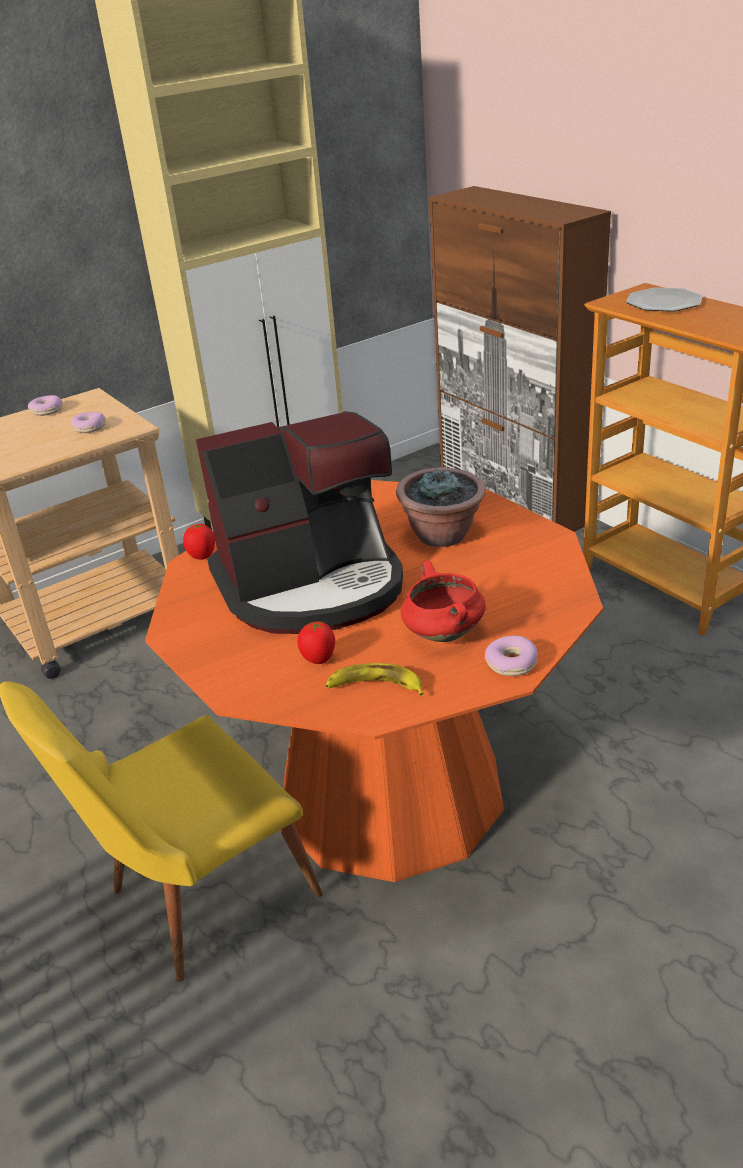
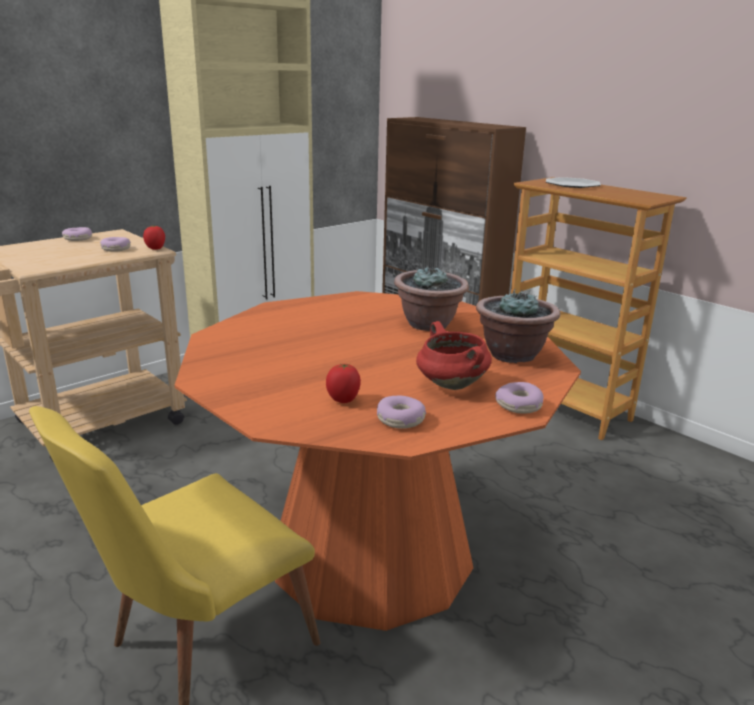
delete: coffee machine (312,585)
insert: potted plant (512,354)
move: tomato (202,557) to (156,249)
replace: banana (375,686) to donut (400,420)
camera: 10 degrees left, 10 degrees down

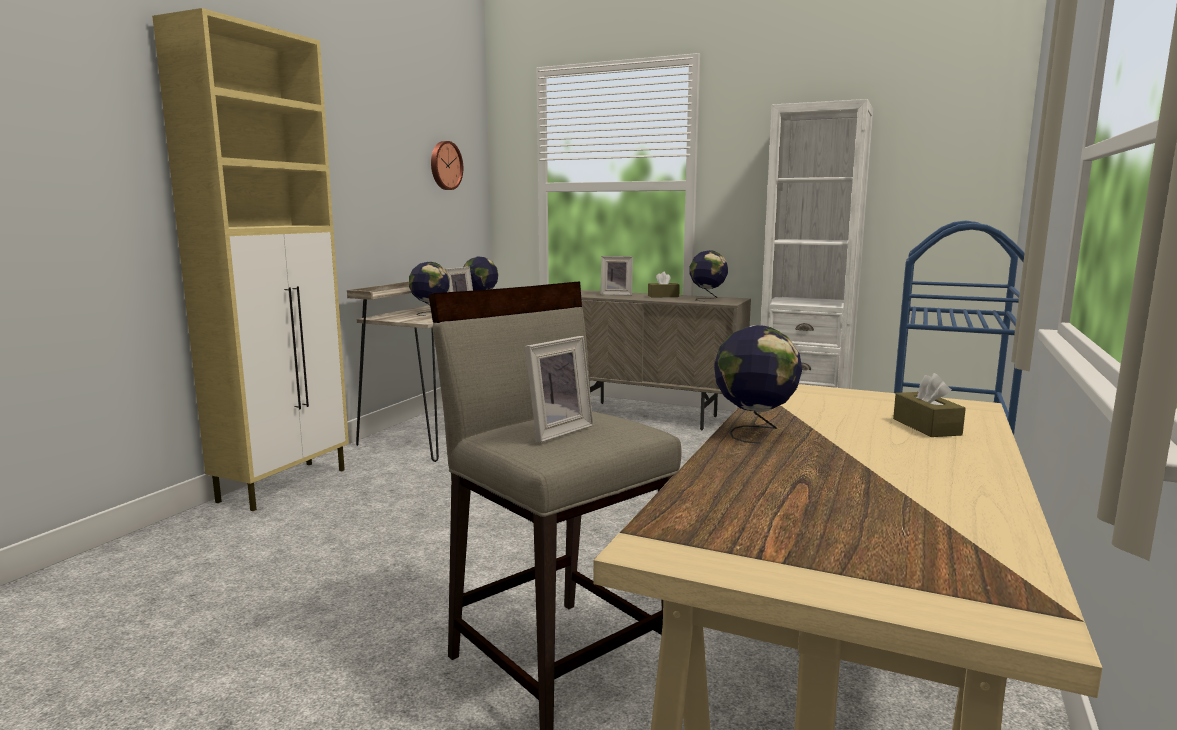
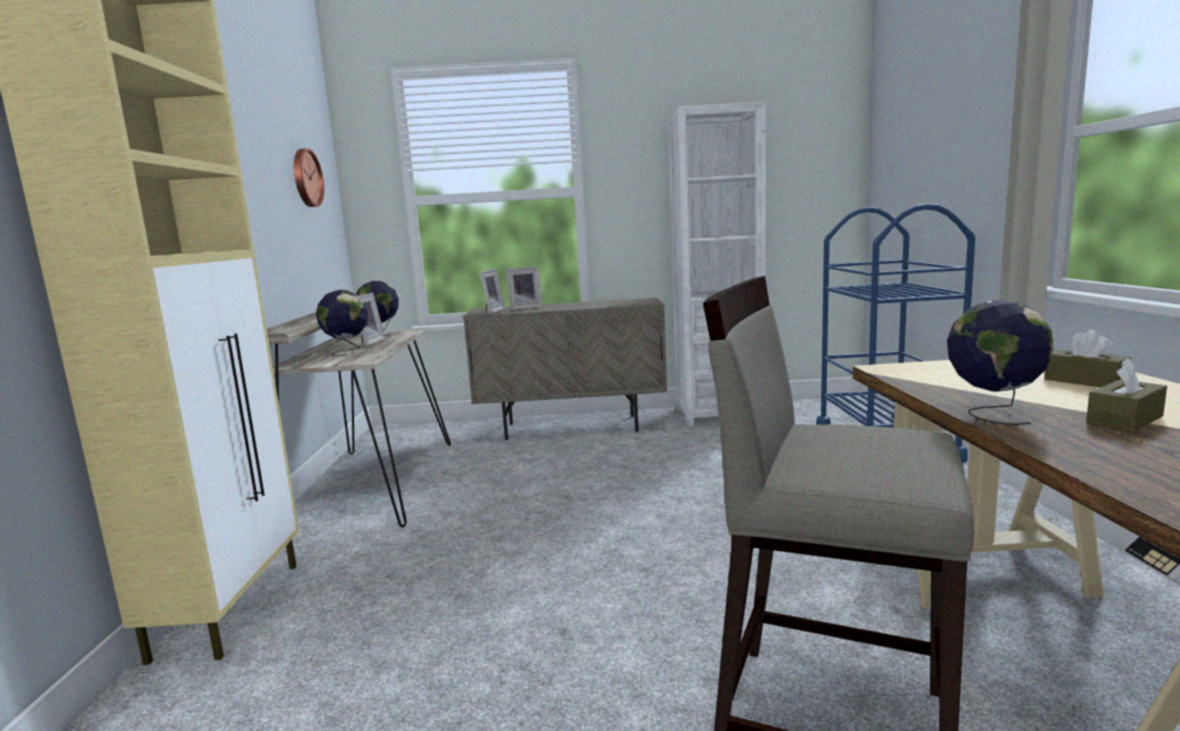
delete: globe (707,299)
move: picture frame (555,431) to (491,311); brown tissue box (663,296) to (1124,420)
camera: 25 degrees left, 0 degrees up

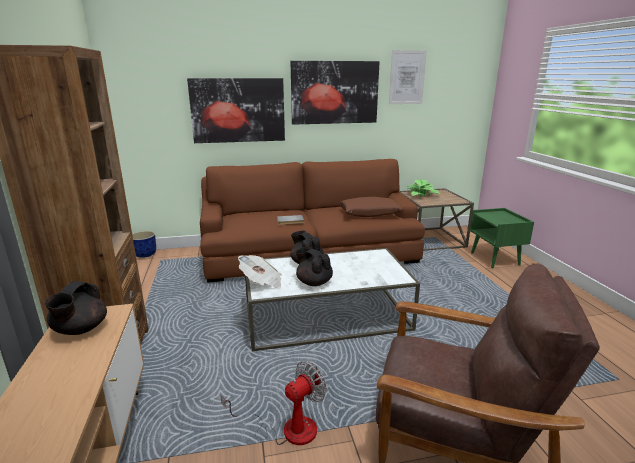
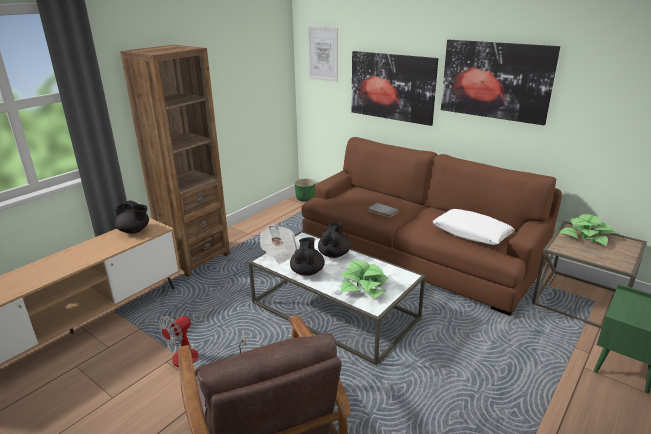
insert: potted plant (363,286)
move: picture (407,77) to (323,54)
recolor: blue planter (145,254) to green planter (305,199); brown pillow (370,213) to white pillow (471,234)
rotate: black teapot (80,329) = (134,231) 120 degrees counterclockwise; fan (287,429) = (195,358) 120 degrees clockwise
camera: 50 degrees right, 5 degrees up

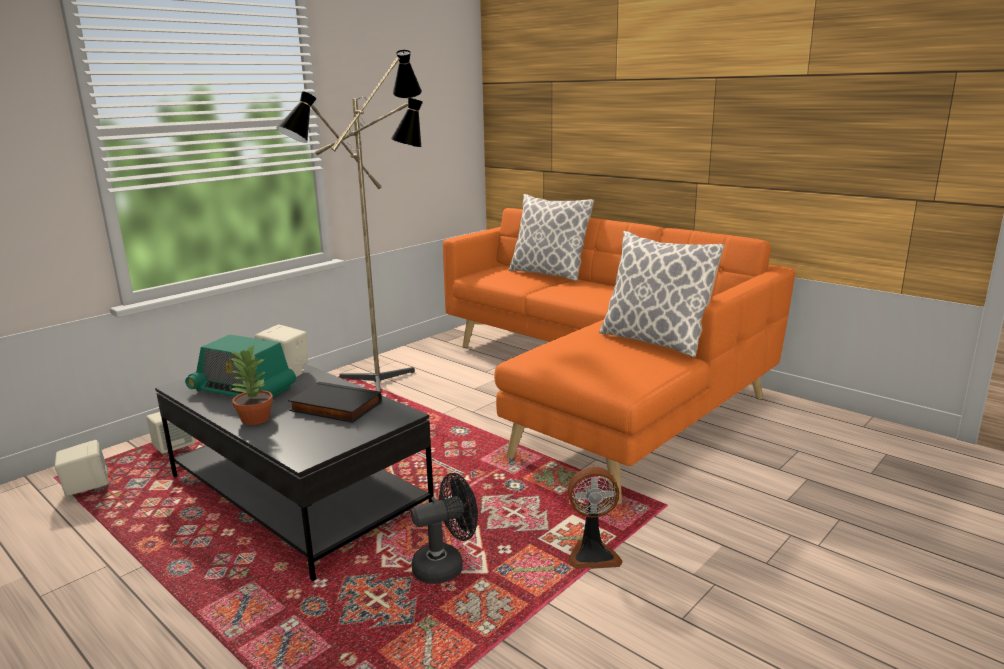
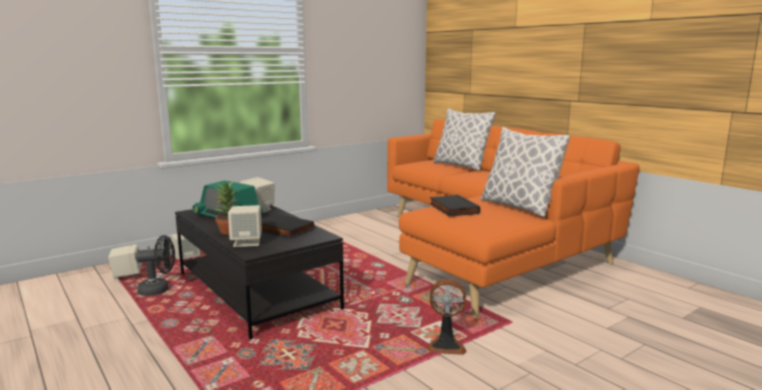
delete: floor lamp (384,385)
insert: beige speaker (247,242); black book (452,209)
move: black fan (446,566) to (159,290)
camera: 10 degrees right, 5 degrees down

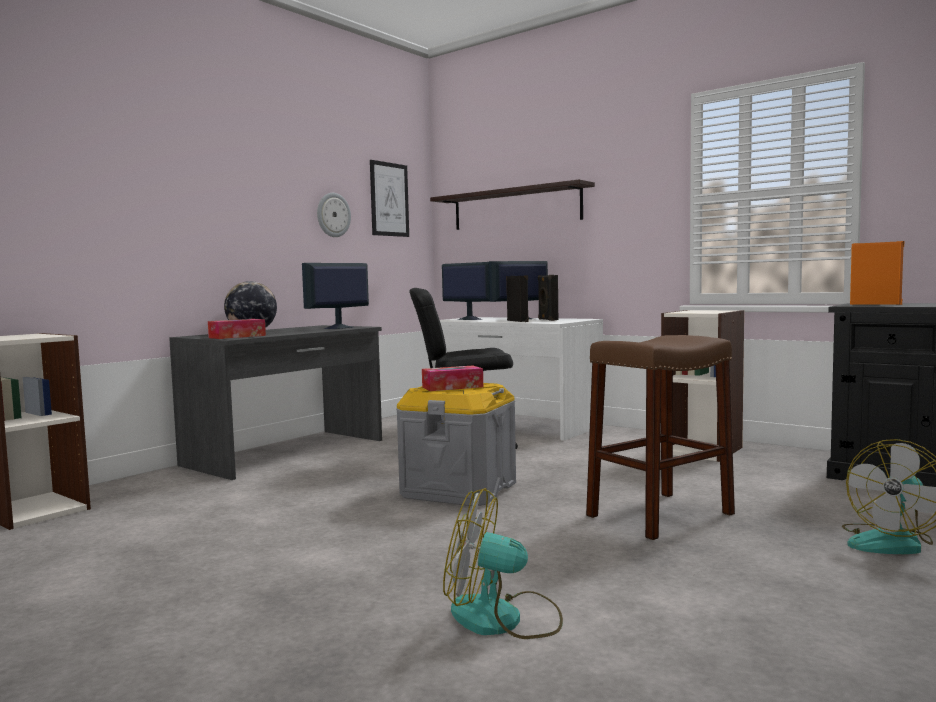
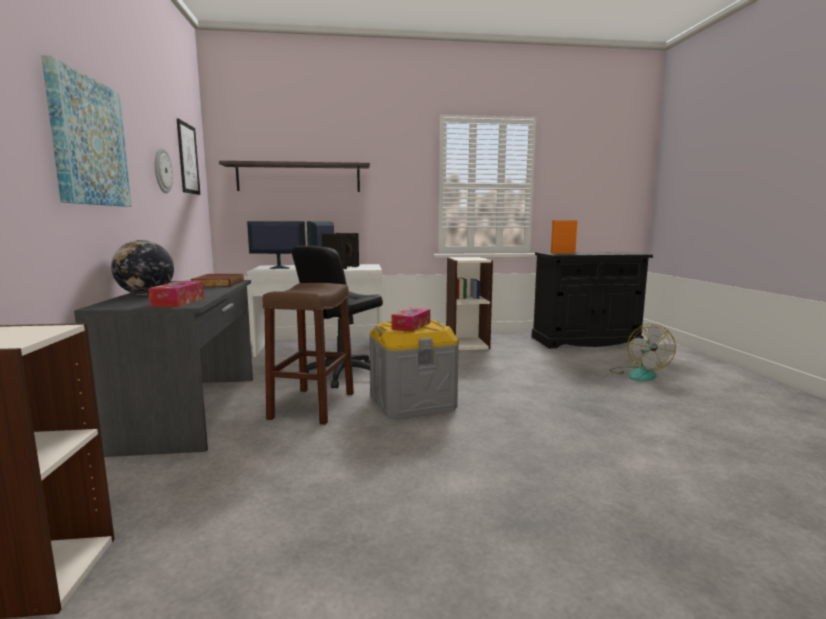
delete: fan (503,619)
insert: picture (88,142)
move: brown stool (659,515) to (312,405)
replace: monitor (338,328) to book (217,283)
camera: 45 degrees left, 5 degrees up

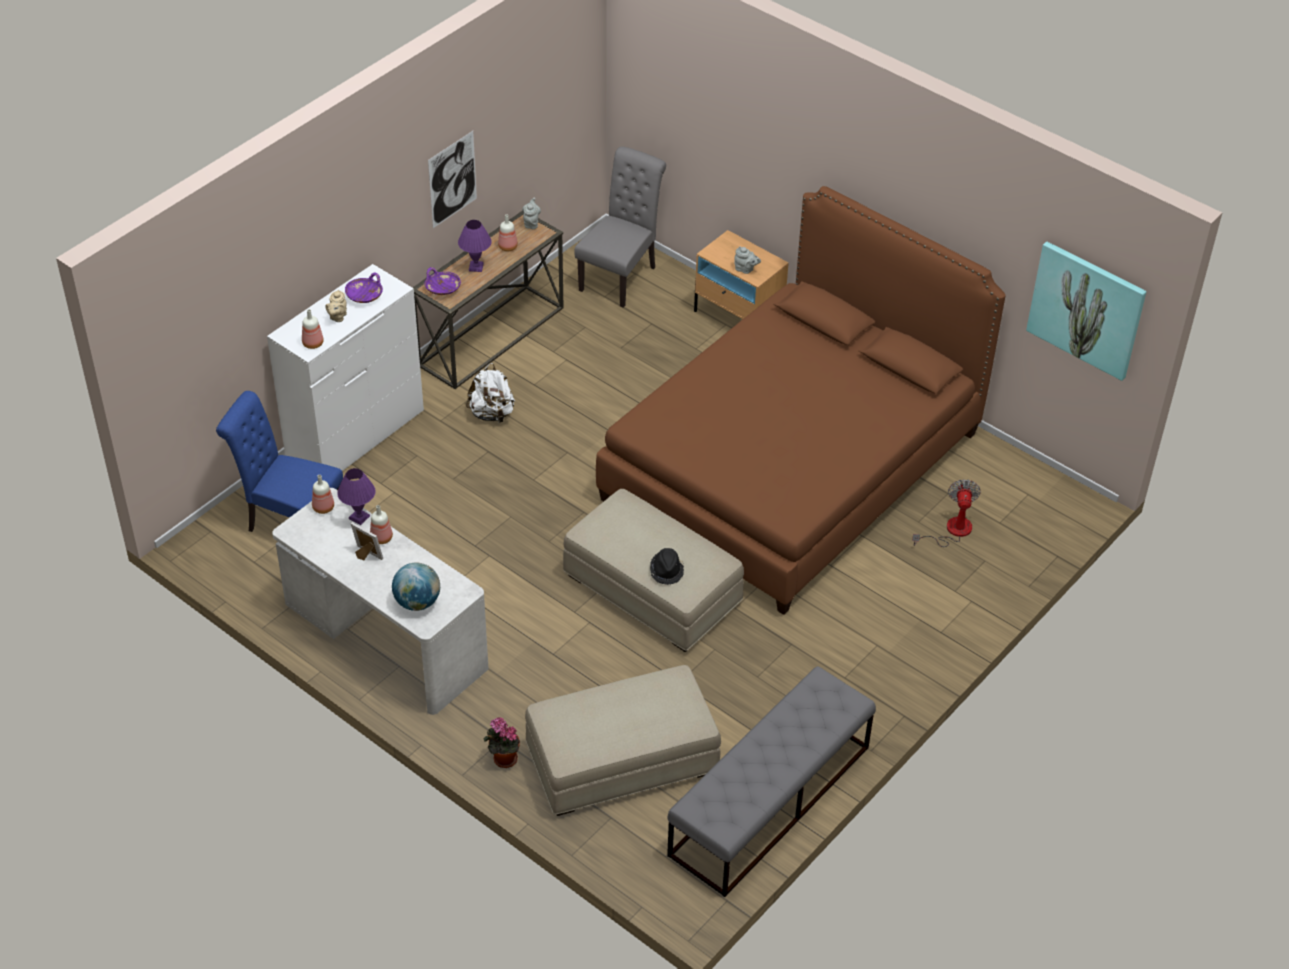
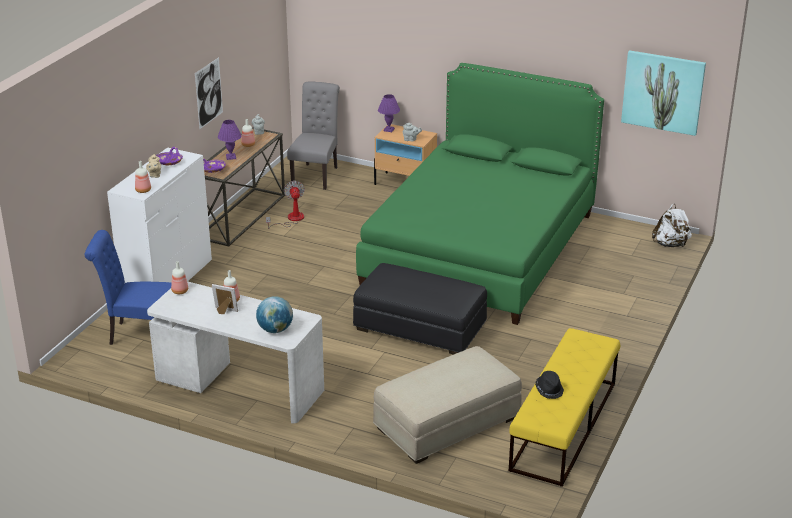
delete: potted plant (503,759)
move: fan (951,531) to (291,219); purple table lamp (359,517) to (389,130); black hat (667,570) to (549,390); white backpack (492,413) to (670,244)
recolor: beige ottoman (652,589) to black ottoman (420,327); brown bed (791,465) to green bed (480,249); grey bench (769,801) to yellow bench (563,426)
camera: 15 degrees left, 15 degrees down

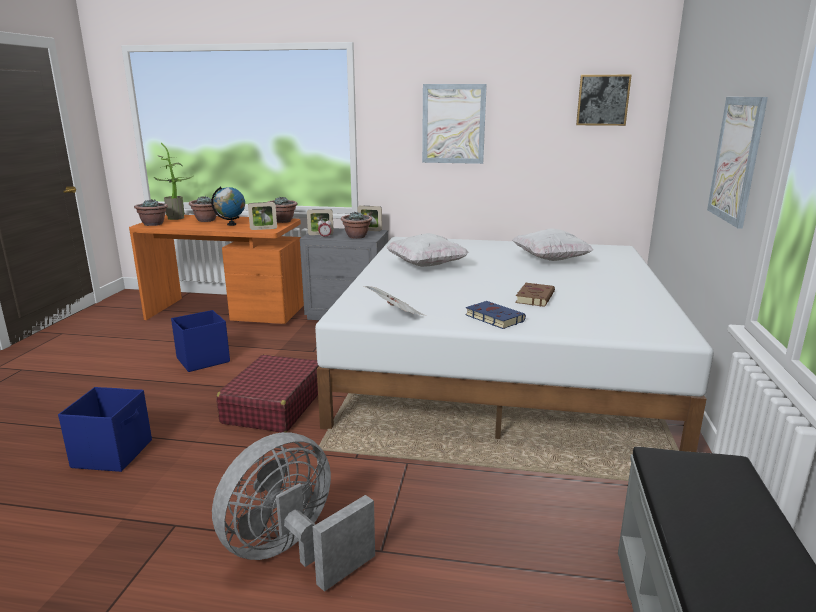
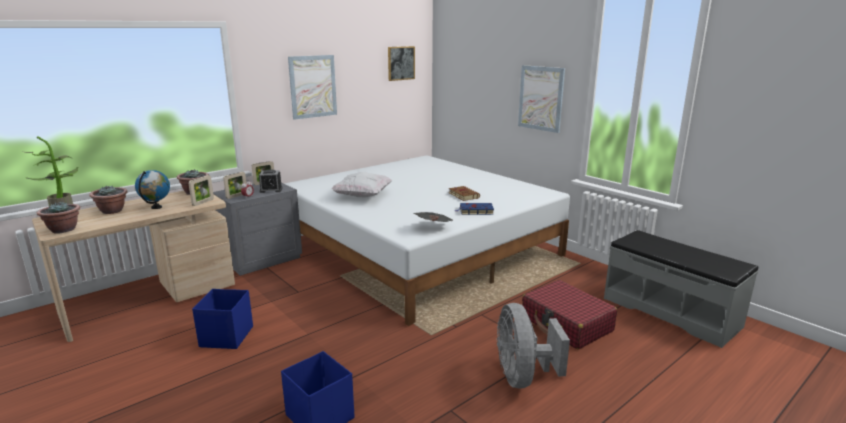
delete: white pillow (550,260)
move: red suitcase (273,406) to (566,324)
replace: potted plant (357,236) to alarm clock (271,190)
recolor: orange desk (227,312) to beige desk (150,299)
camera: 50 degrees left, 0 degrees up

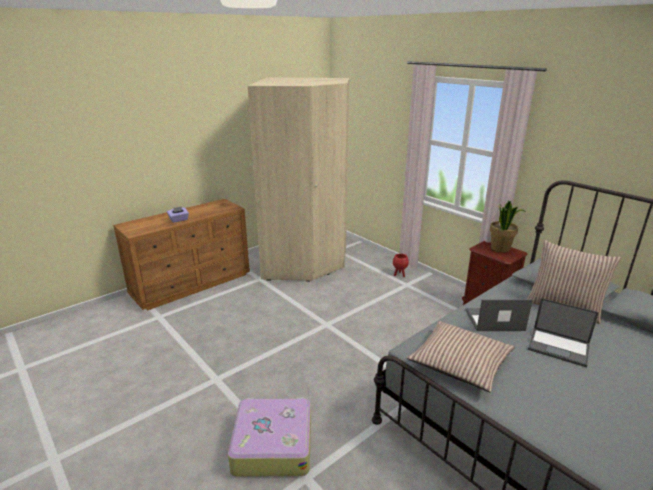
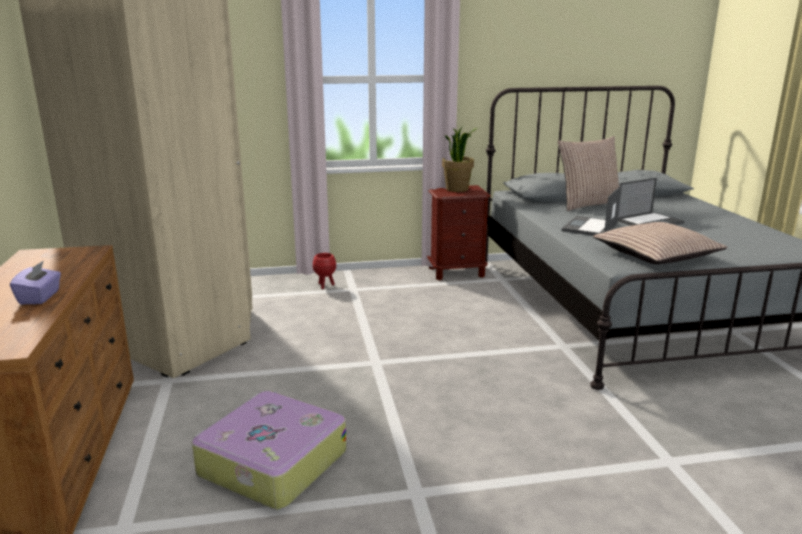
move: suitcase (272,444) to (271,463)
camera: 60 degrees left, 5 degrees down

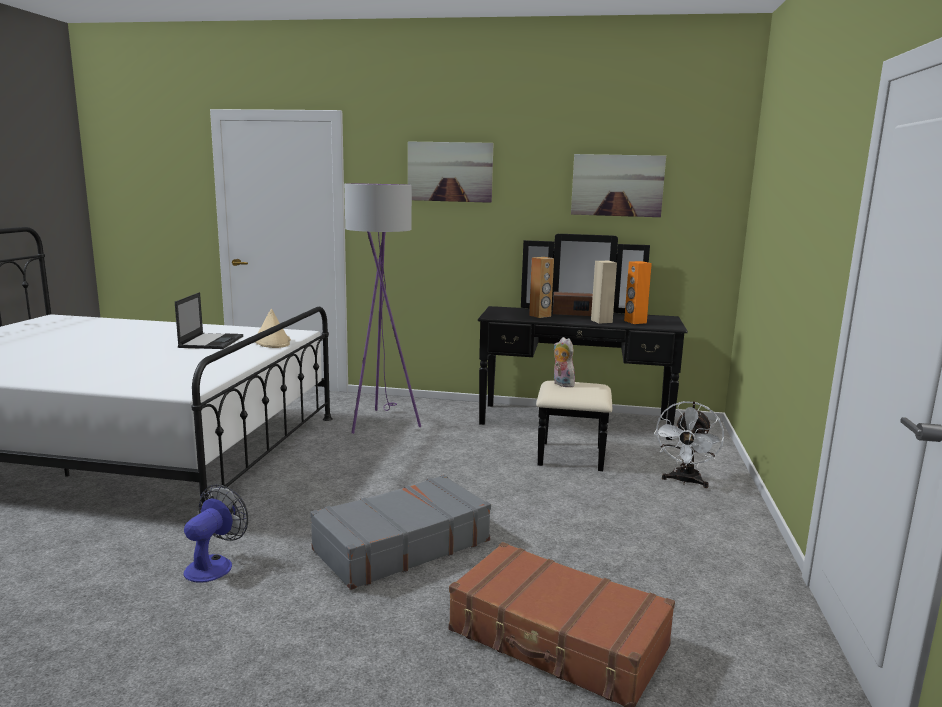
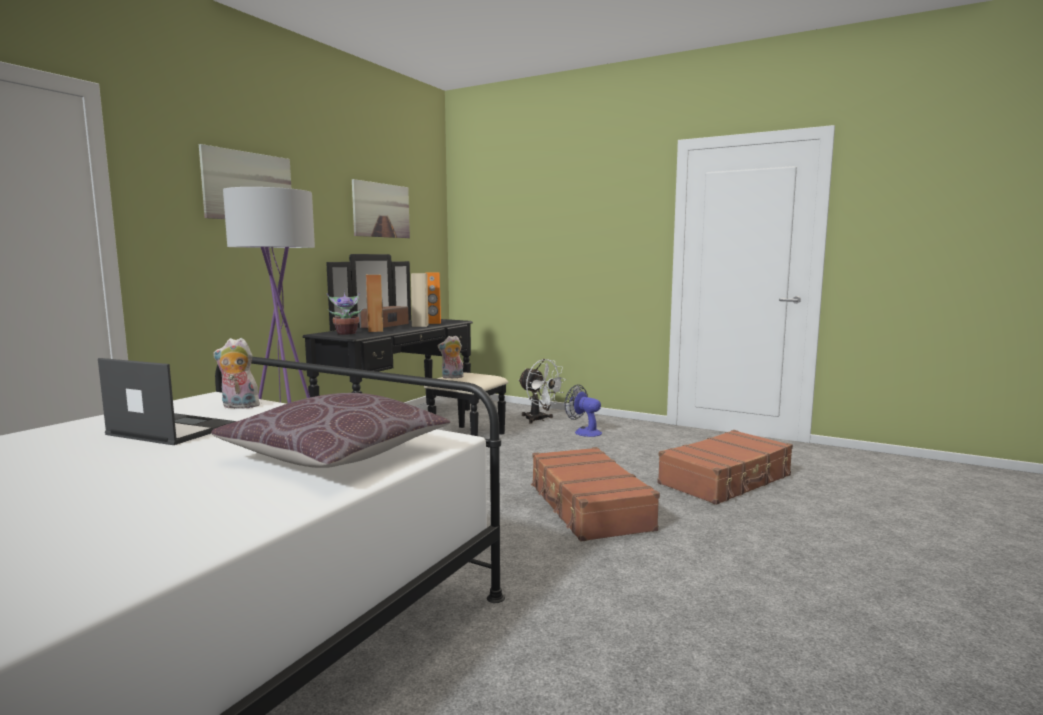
insert: brown pillow (336,456); potted plant (346,333)
move: fan (214,565) to (584,432)
replace: beige hat (272,341) to plush toy (238,406)
recolor: grey suitcase (401,545) to brown suitcase (588,507)
camera: 70 degrees left, 5 degrees down

